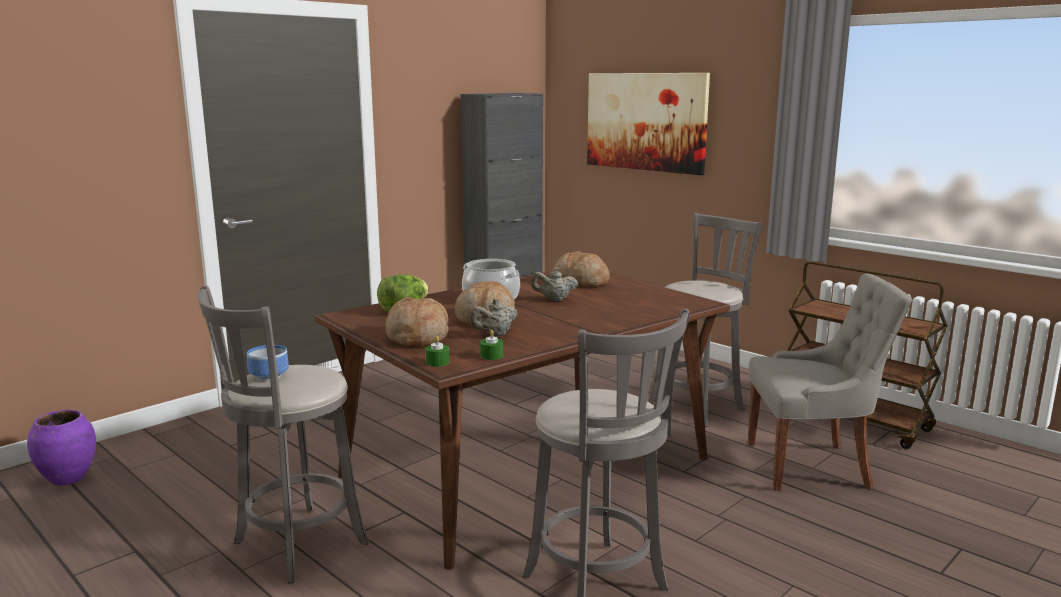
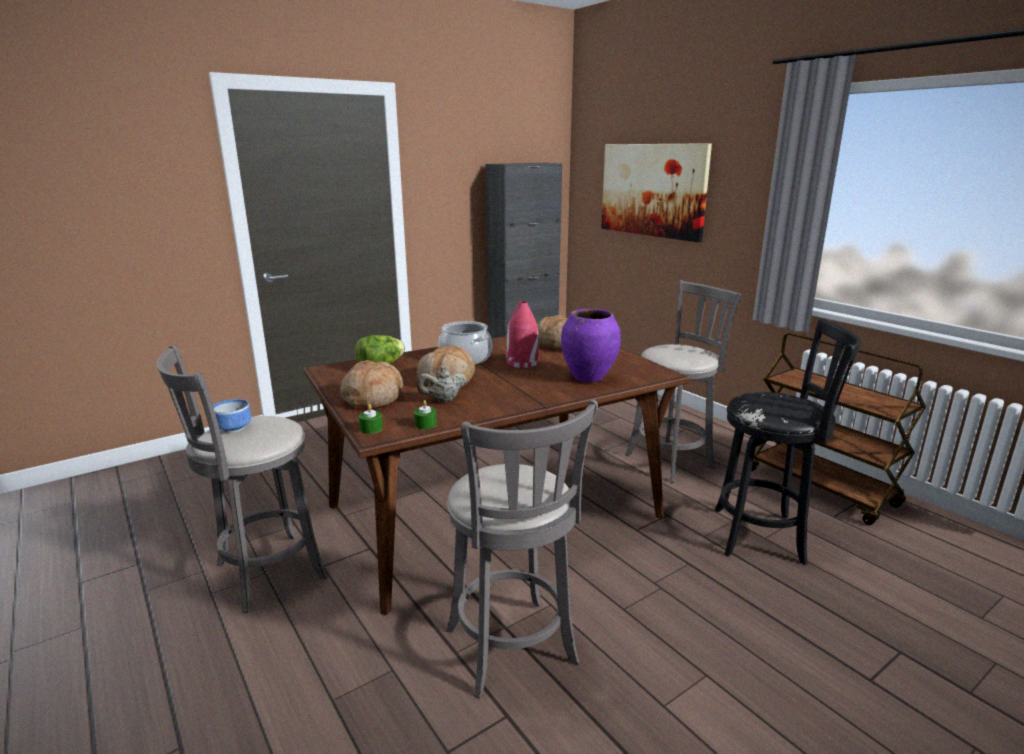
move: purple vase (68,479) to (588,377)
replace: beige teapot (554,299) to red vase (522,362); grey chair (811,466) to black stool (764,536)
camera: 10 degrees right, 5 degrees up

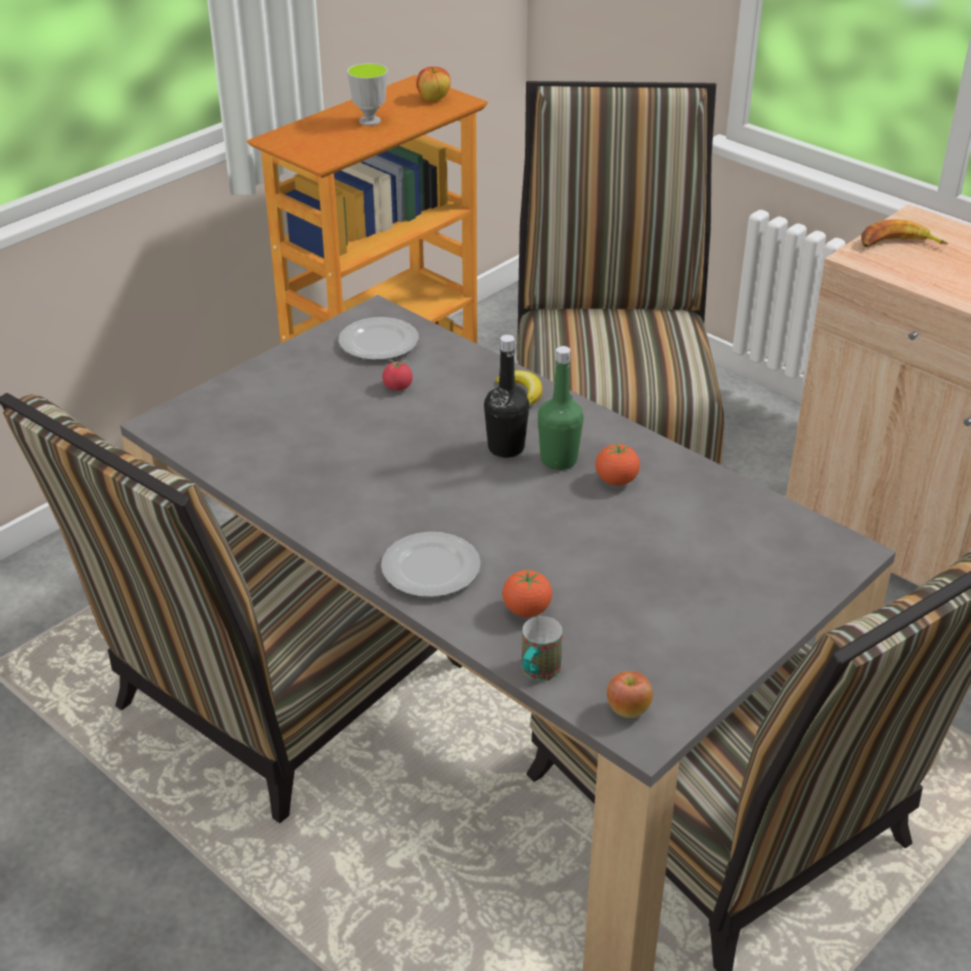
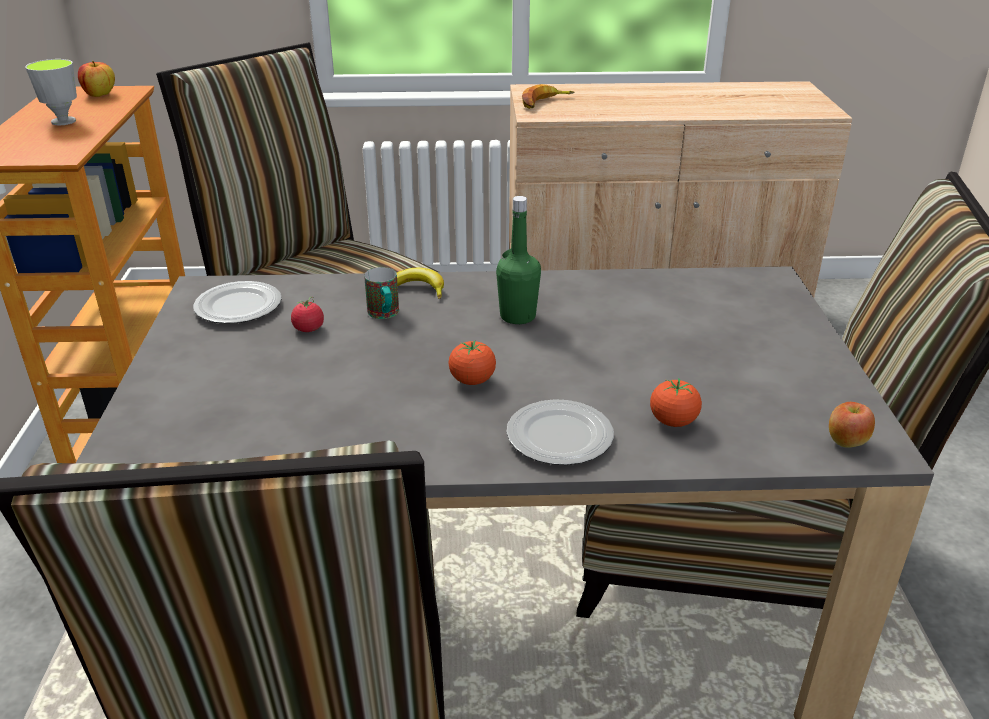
delete: black bottle (506,448)
move: mug (537,673) to (385,315); tomato (616,481) to (472,381)
camera: 45 degrees left, 5 degrees down

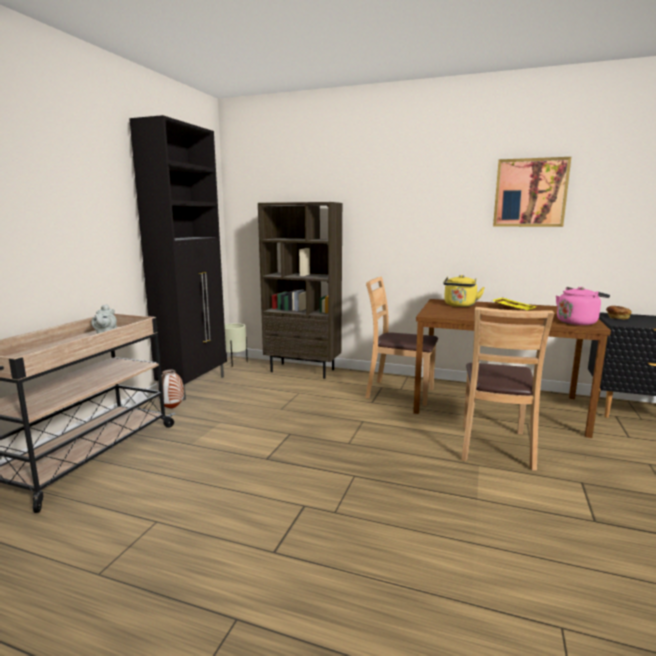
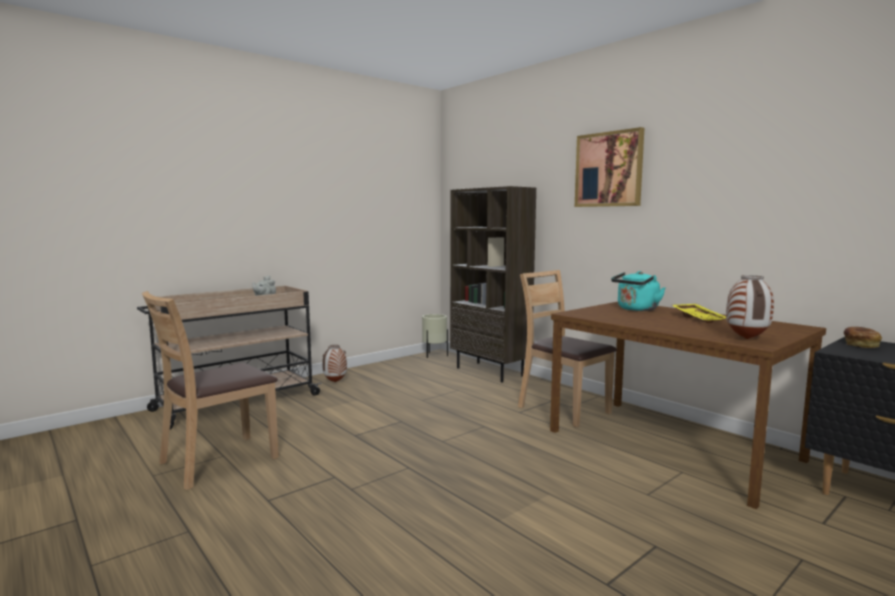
delete: black cabinet (194,385)
move: brown chair (494,447) to (218,461); picture (530,193) to (609,169)
replace: pink kettle (578,322) to vase (747,339)
recolor: yellow kettle (460,305) to turquoise kettle (636,309)
camera: 30 degrees right, 5 degrees down

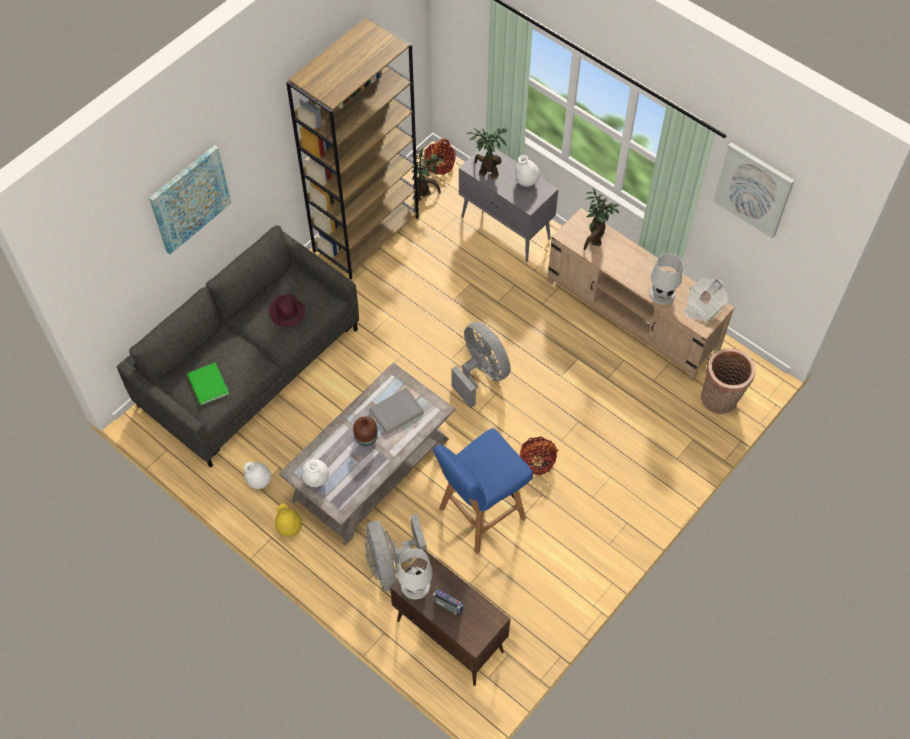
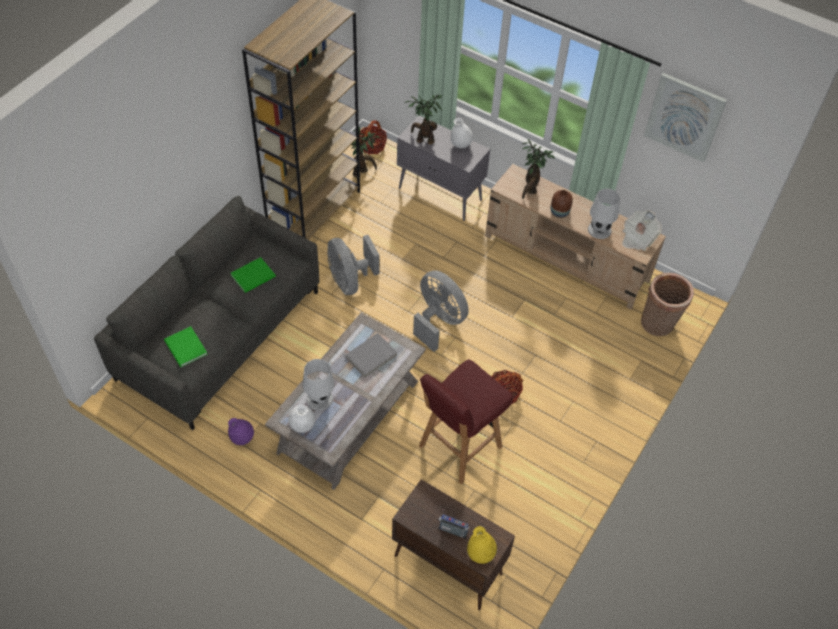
delete: picture (189,199)
move: white table lamp (416,585) to (320,399); grey fan (391,564) to (350,280); yellow vase (290,529) to (480,554); brown vase (366,438) to (559,212)
replace: purple hat (287,313) to green book (254,276)
recolor: white vase (259,481) to purple vase (242,438); blue stool (480,515) to red stool (458,448)
camera: 10 degrees left, 5 degrees down

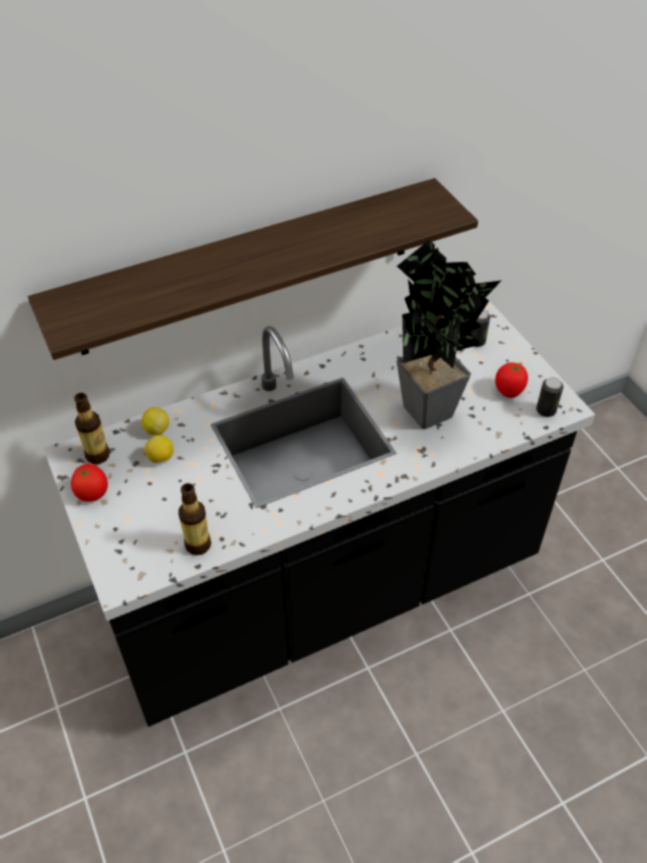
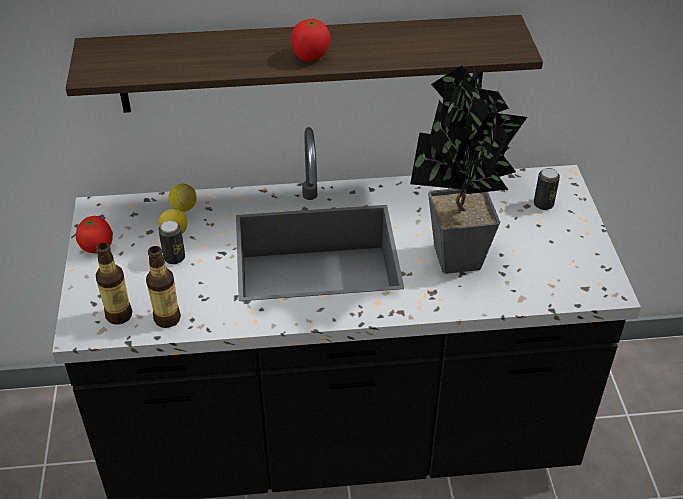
move: bottle (98,455) to (119,315); can (546,410) to (174,258); tomato (509,391) to (310,56)
camera: 20 degrees right, 5 degrees down

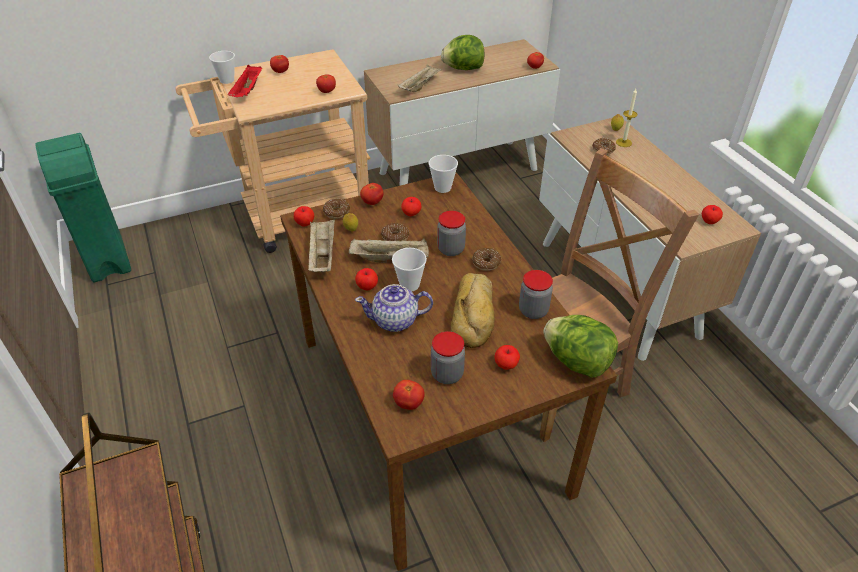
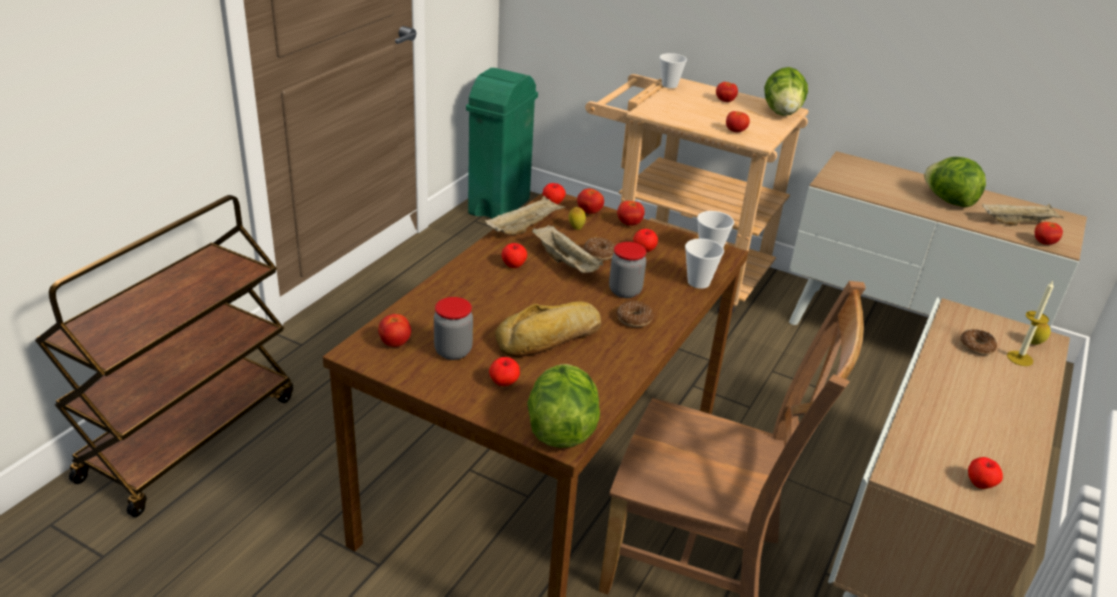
delete: red tray (248,91); teapot (396,321); jar (533,311)
insert: lettuce (782,112)
move: cup (409,285) to (698,282); beige tray (420,86) to (1018,223)
replace: donut (336,212) to tomato (589,212)
camera: 50 degrees right, 10 degrees down

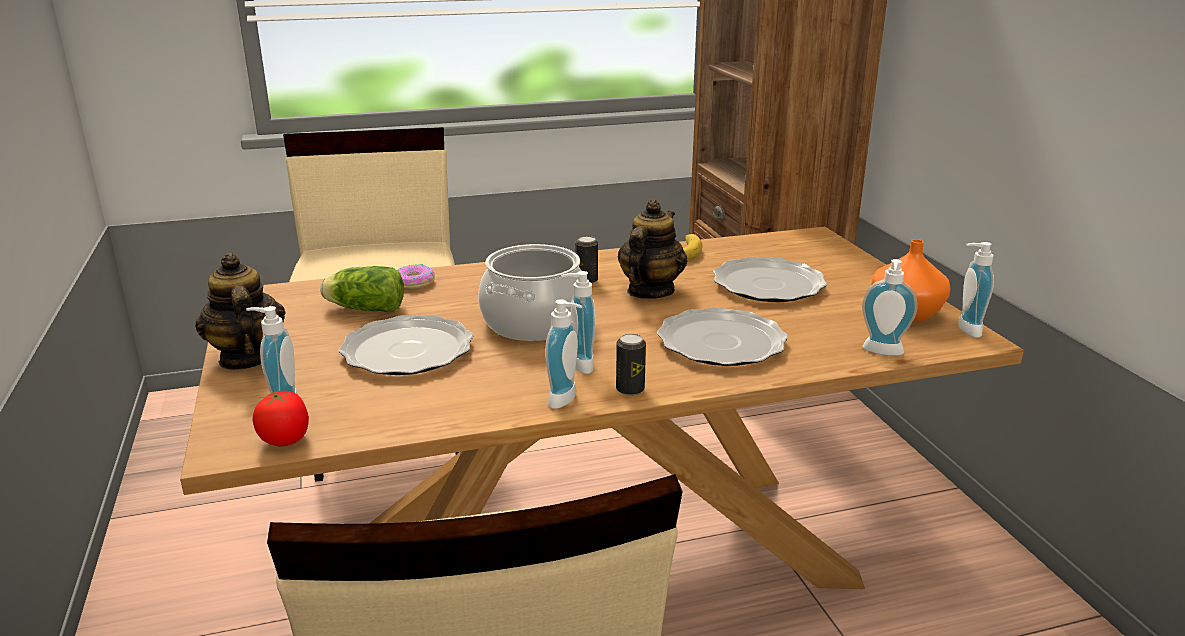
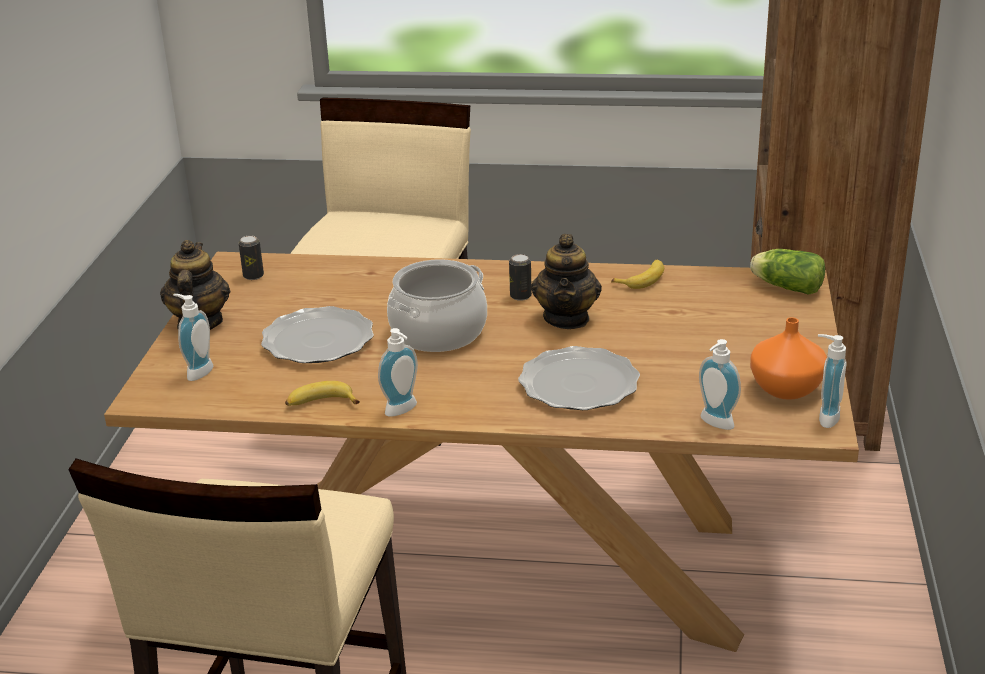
delete: tomato (285,440); donut (414,283); soap dispenser (578,365); plate (767,284)
insert: banana (321,403)
move: can (630,389) to (253,276); lettuce (364,309) to (785,287)
rotate: teapot (650,291) = (567,318) 135 degrees clockwise
camera: 25 degrees right, 5 degrees up

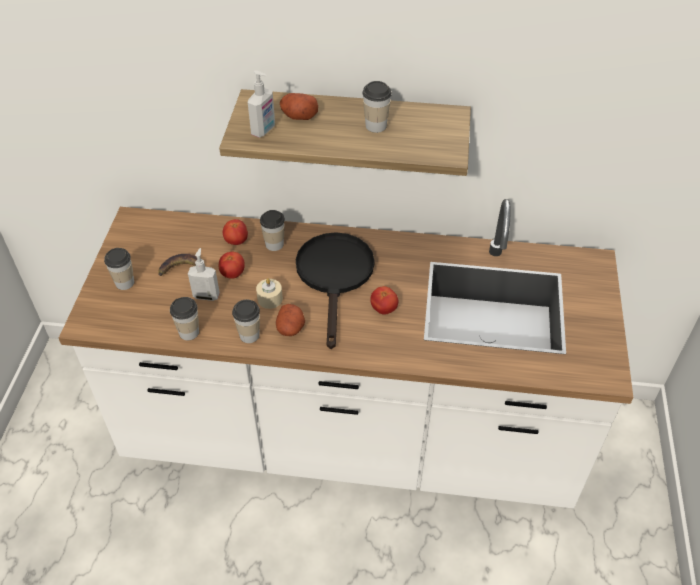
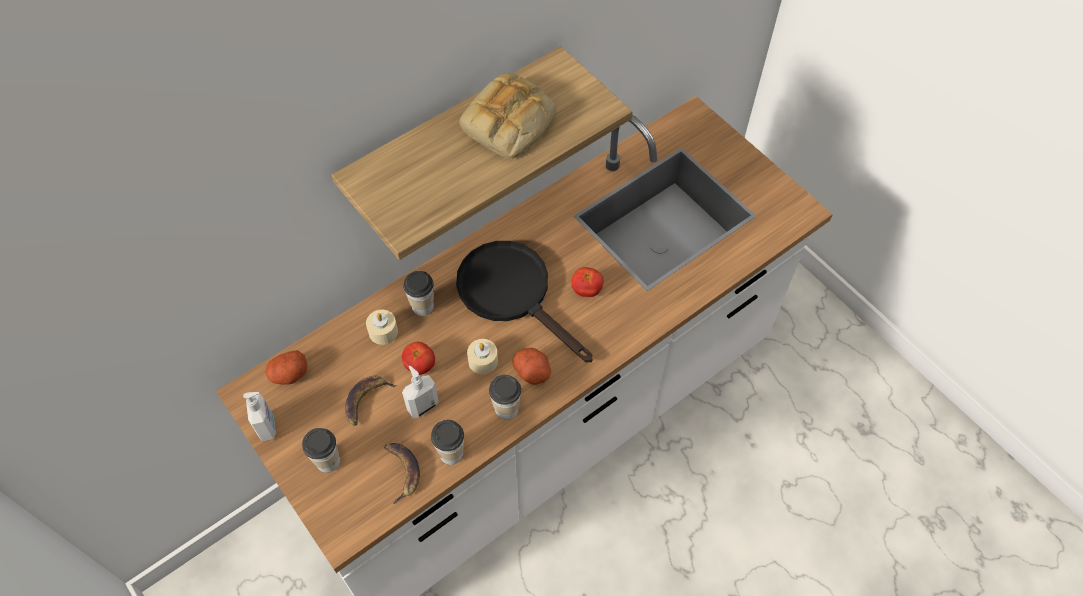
insert: banana (401,471)
move: soap dispenser (264,130) to (268,427); potato (298,116) to (289,374)
replace: tomato (236,241) to beige candle (383,331); cup (376,126) to bread (509,124)
camera: 45 degrees left, 10 degrees up

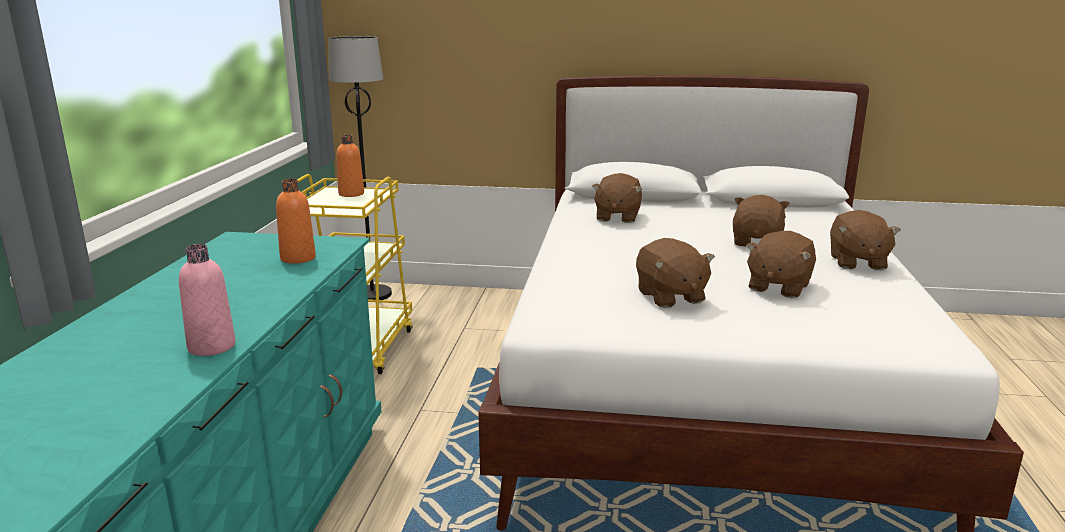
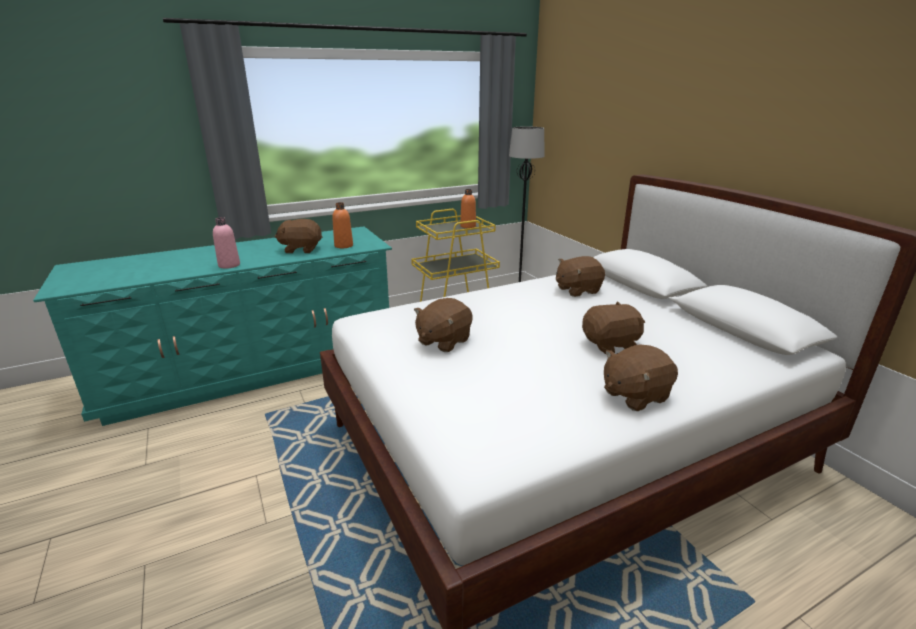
move: brown plush toy (778,287) to (301,249)
camera: 55 degrees right, 5 degrees up

